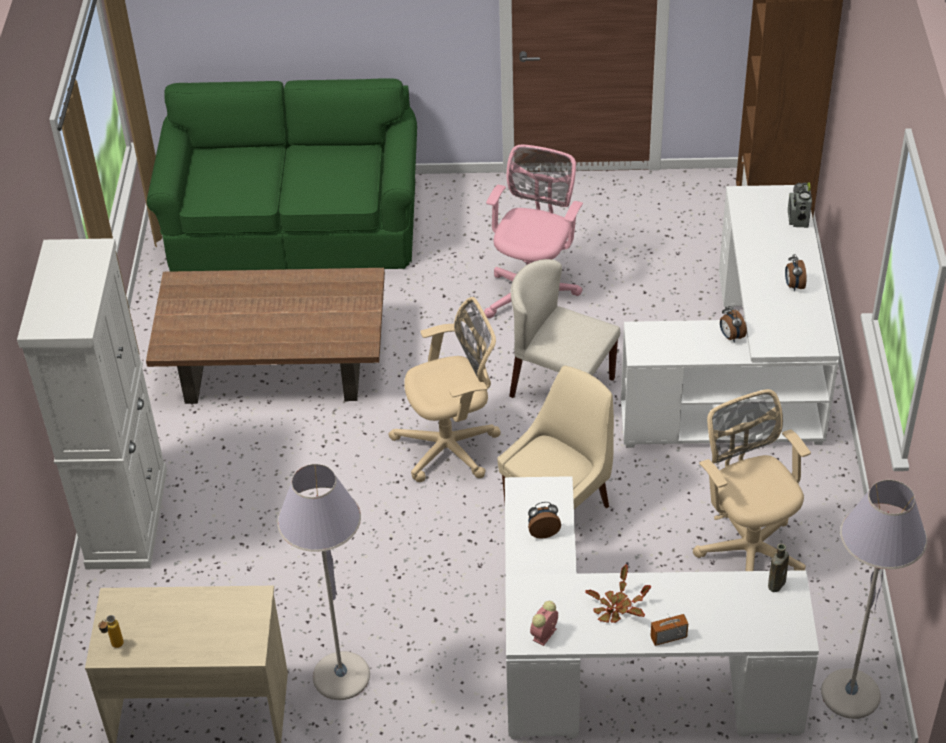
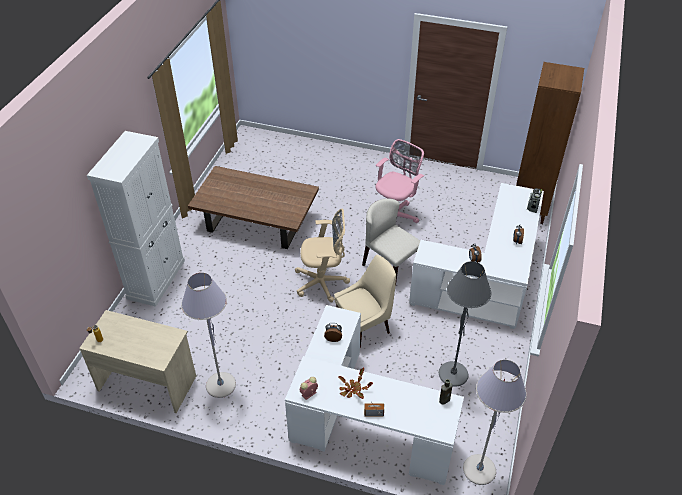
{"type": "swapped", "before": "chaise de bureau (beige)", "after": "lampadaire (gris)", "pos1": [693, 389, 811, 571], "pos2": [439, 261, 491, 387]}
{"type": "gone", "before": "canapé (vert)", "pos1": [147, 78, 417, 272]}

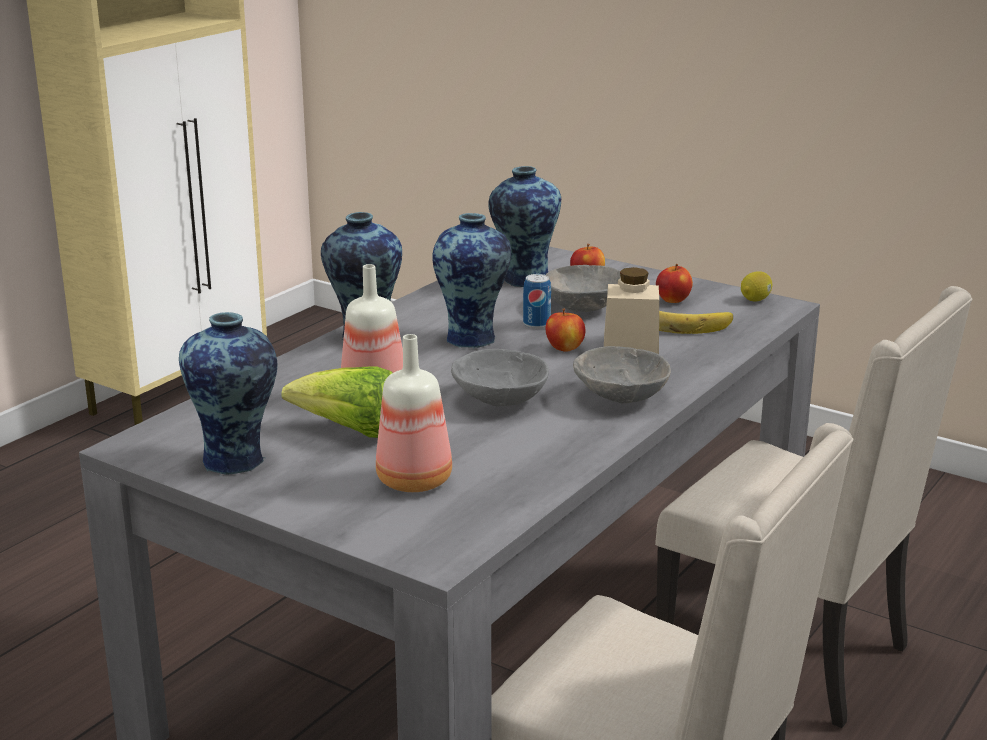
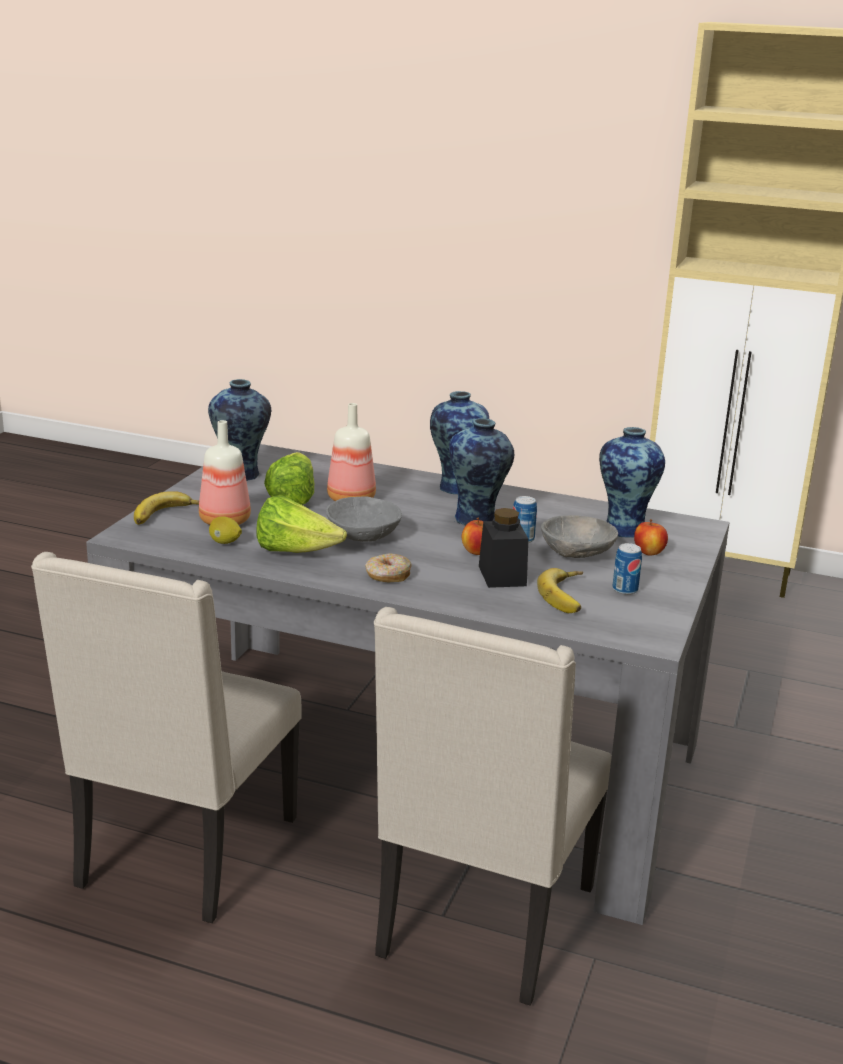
{"type": "new", "after": "banane", "pos2": [134, 491, 199, 525]}
{"type": "shifted", "before": "citron", "pos1": [741, 271, 772, 302], "pos2": [209, 516, 242, 544]}
{"type": "new", "after": "laitue", "pos2": [256, 496, 347, 553]}
{"type": "swapped", "before": "bol (gris)", "after": "beignet", "pos1": [573, 346, 671, 403], "pos2": [365, 553, 411, 582]}
{"type": "repainted", "before": "bocal (beige)", "after": "bocal (noir)", "pos1": [604, 267, 659, 354], "pos2": [479, 508, 528, 588]}
{"type": "swapped", "before": "pomme", "after": "boîte métallique", "pos1": [656, 264, 693, 303], "pos2": [612, 543, 642, 595]}

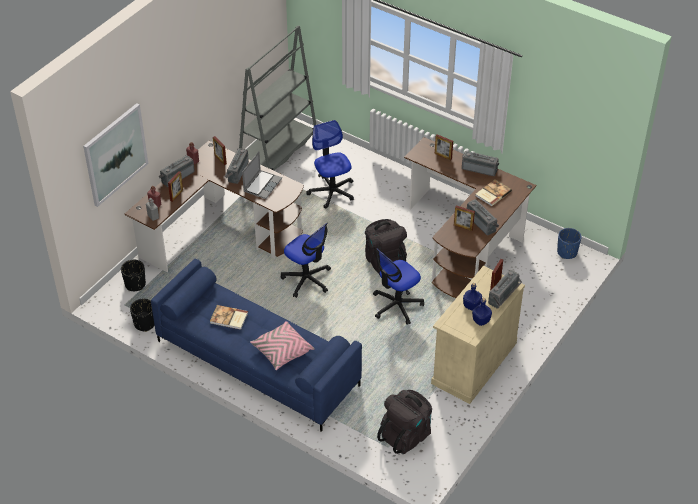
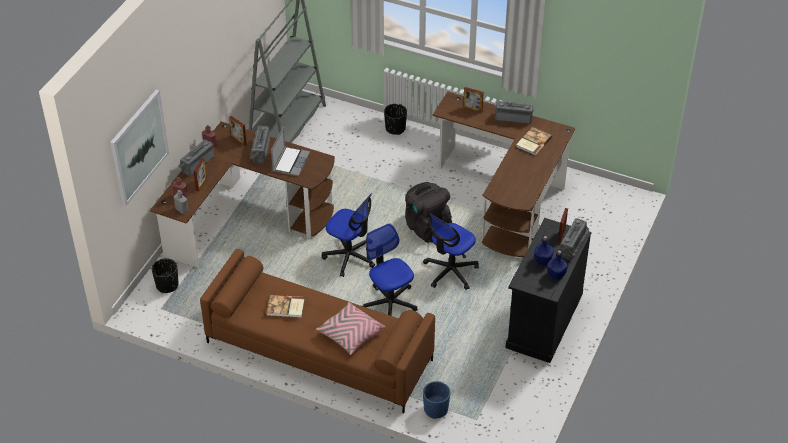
{"type": "repainted", "before": "canapé (bleu)", "after": "canapé (marron)", "pos1": [151, 259, 362, 432], "pos2": [200, 249, 435, 413]}
{"type": "shifted", "before": "chaise de bureau", "pos1": [306, 120, 354, 209], "pos2": [363, 224, 418, 316]}
{"type": "shifted", "before": "cache-pot (noir)", "pos1": [130, 299, 155, 332], "pos2": [384, 104, 407, 135]}
{"type": "shifted", "before": "cache-pot (bleu)", "pos1": [557, 228, 582, 259], "pos2": [423, 381, 450, 418]}
{"type": "repainted", "before": "meuble de rangement (beige)", "after": "meuble de rangement (noir)", "pos1": [431, 266, 525, 404], "pos2": [505, 218, 592, 363]}
{"type": "gone", "before": "sac à dos (noir)", "pos1": [377, 390, 432, 454]}
{"type": "gone", "before": "cadre photo", "pos1": [454, 206, 475, 231]}
{"type": "gone", "before": "radio", "pos1": [467, 199, 499, 235]}

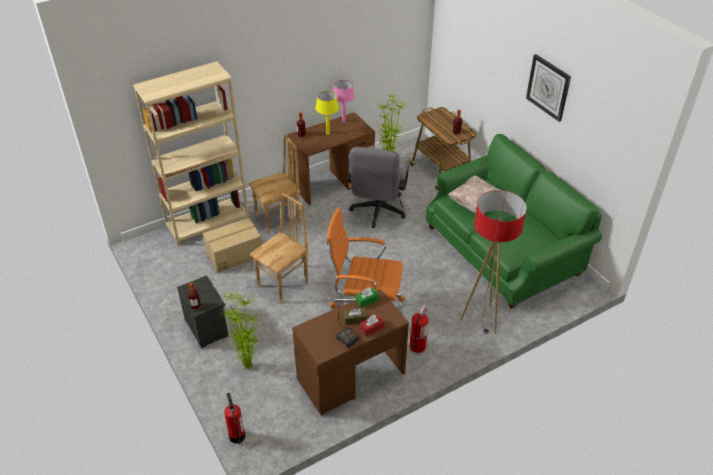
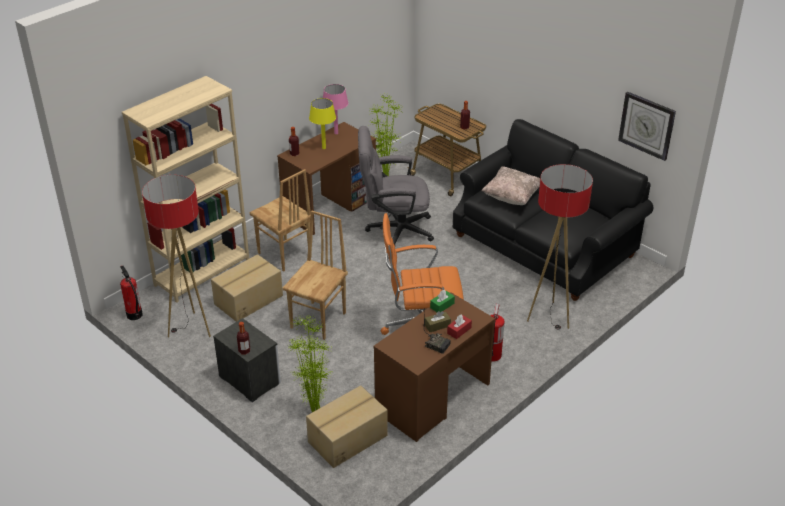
{"type": "shifted", "before": "extincteur", "pos1": [224, 393, 245, 445], "pos2": [120, 266, 143, 320]}
{"type": "new", "after": "lampadaire", "pos2": [142, 175, 211, 338]}
{"type": "rotated", "before": "chaise (marron)", "pos1": [249, 134, 300, 234], "pos2": [250, 169, 311, 272], "turn": 90}
{"type": "new", "after": "carton", "pos2": [306, 385, 388, 468]}
{"type": "rotated", "before": "chaise de bureau (gris)", "pos1": [347, 147, 409, 228], "pos2": [358, 126, 434, 245], "turn": 90}
{"type": "repainted", "before": "canapé (vert)", "after": "canapé (noir)", "pos1": [426, 134, 602, 309], "pos2": [453, 119, 653, 301]}
{"type": "shifted", "before": "horloge murale", "pos1": [526, 54, 571, 122], "pos2": [618, 92, 676, 161]}

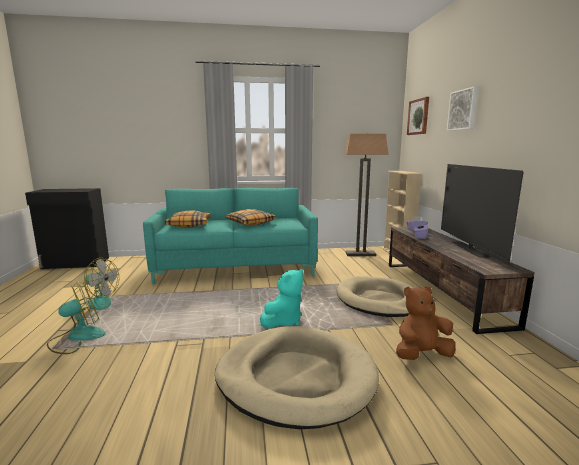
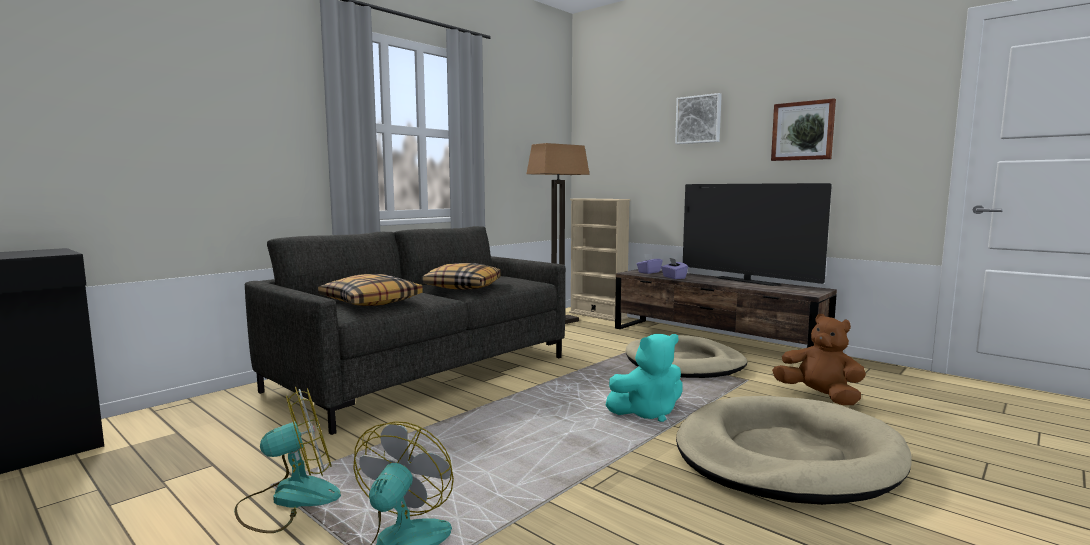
{"type": "repainted", "before": "canapé (turquoise)", "after": "canapé (gris)", "pos1": [143, 188, 318, 284], "pos2": [245, 226, 566, 435]}
{"type": "rotated", "before": "peluche (turquoise)", "pos1": [260, 269, 303, 328], "pos2": [606, 334, 683, 422], "turn": 75}
{"type": "shifted", "before": "tableau", "pos1": [407, 97, 429, 135], "pos2": [771, 98, 836, 161]}
{"type": "rotated", "before": "peluche (marron)", "pos1": [396, 286, 455, 360], "pos2": [772, 314, 866, 405], "turn": 105}

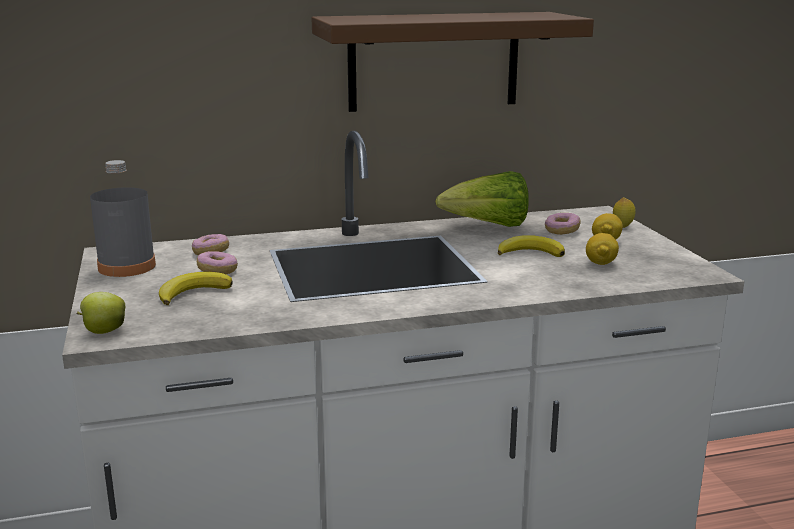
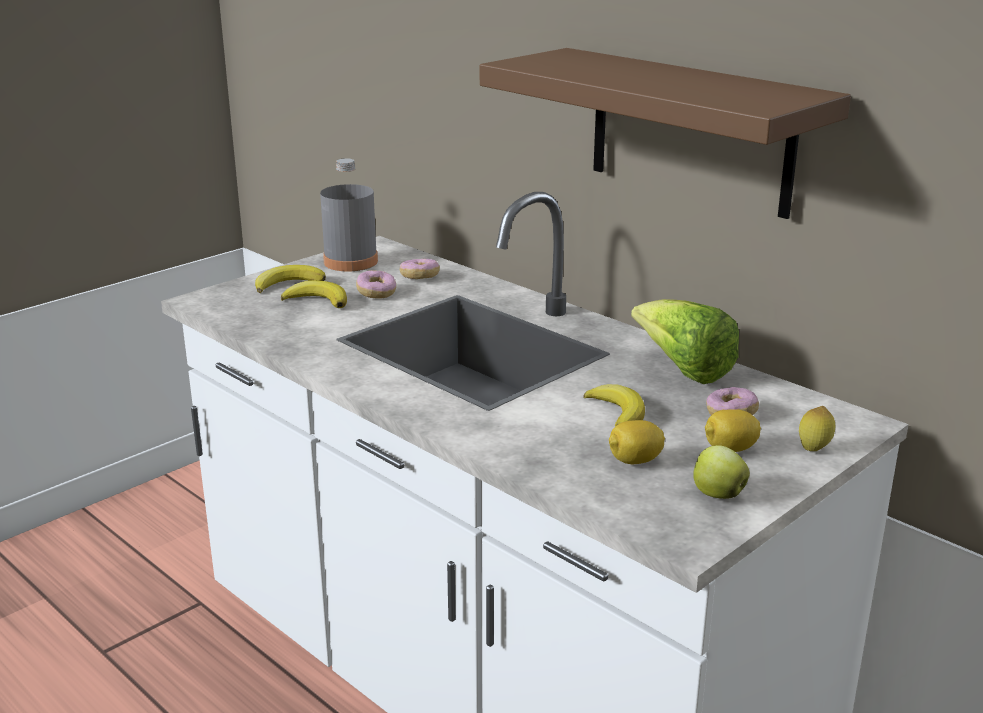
{"type": "new", "after": "banane", "pos2": [255, 265, 326, 293]}
{"type": "shifted", "before": "pomme", "pos1": [76, 292, 125, 334], "pos2": [693, 445, 750, 499]}

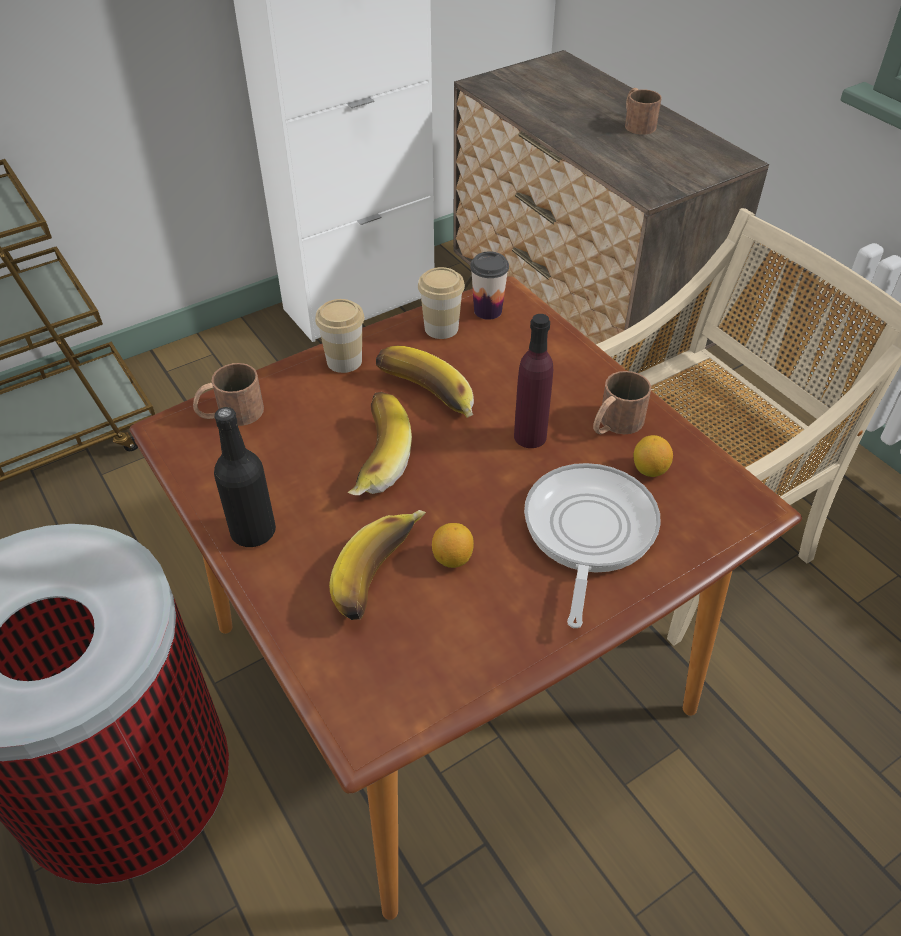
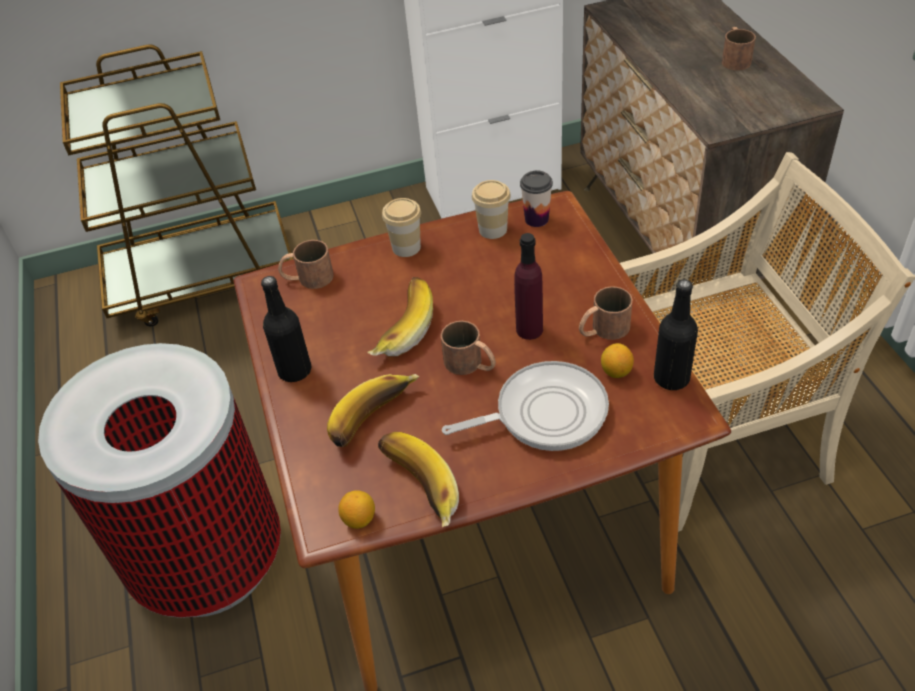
{"type": "shifted", "before": "citron", "pos1": [432, 523, 474, 568], "pos2": [338, 490, 375, 529]}
{"type": "shifted", "before": "banane", "pos1": [376, 346, 474, 418], "pos2": [378, 432, 459, 527]}
{"type": "new", "after": "mug (marron)", "pos2": [441, 321, 496, 375]}
{"type": "rotated", "before": "poêle", "pos1": [524, 463, 661, 628], "pos2": [442, 361, 609, 451], "turn": 45}
{"type": "new", "after": "bouteille (noir)", "pos2": [654, 279, 698, 390]}

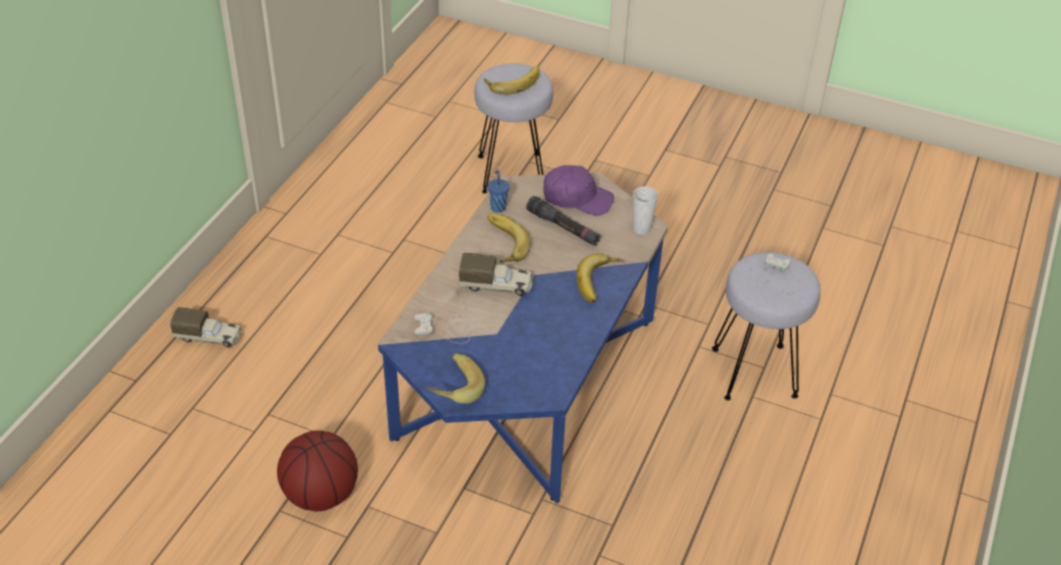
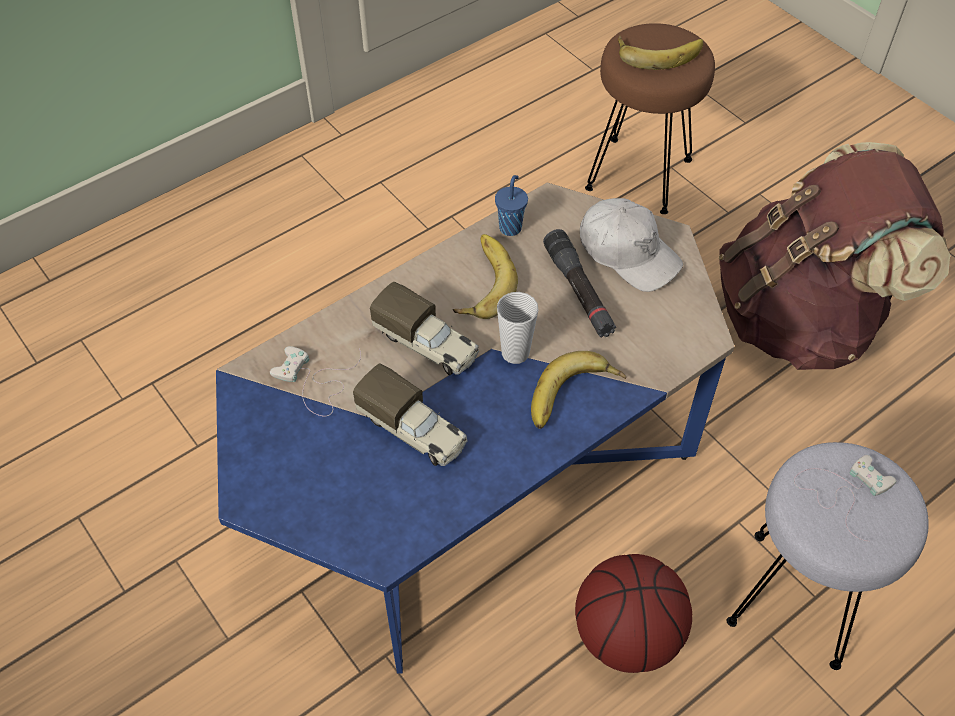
{"type": "shifted", "before": "camion jouet", "pos1": [170, 308, 241, 348], "pos2": [353, 364, 468, 466]}
{"type": "shifted", "before": "tasse", "pos1": [633, 186, 658, 235], "pos2": [497, 292, 538, 364]}
{"type": "shifted", "before": "ballon de basket", "pos1": [277, 430, 358, 511], "pos2": [575, 554, 692, 673]}
{"type": "repainted", "before": "casquette (violet)", "after": "casquette (blanc)", "pos1": [543, 165, 614, 216], "pos2": [580, 198, 683, 292]}
{"type": "repainted", "before": "tabouret (gris)", "after": "tabouret (marron)", "pos1": [474, 63, 553, 194], "pos2": [585, 23, 715, 214]}
{"type": "new", "after": "sac à dos (marron)", "pos2": [719, 142, 950, 370]}
{"type": "gone", "before": "banane", "pos1": [426, 353, 485, 404]}

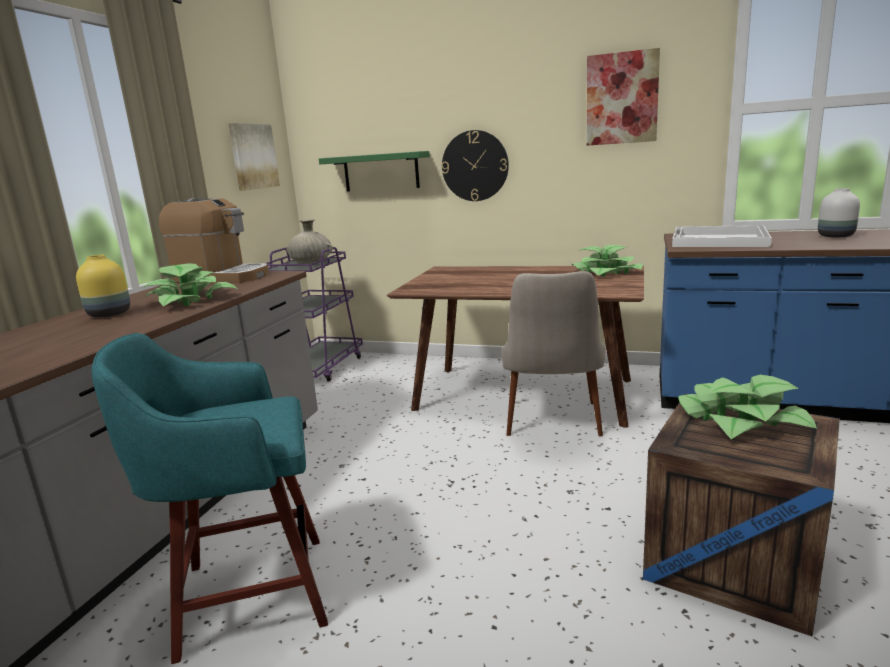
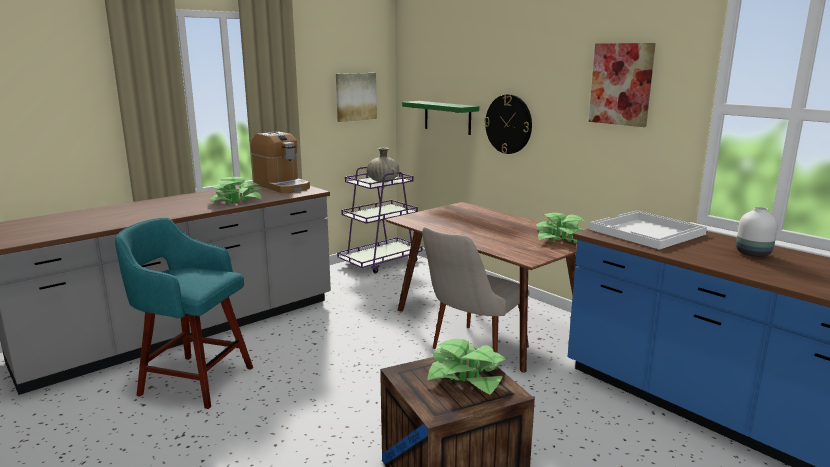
{"type": "gone", "before": "vase (jaune)", "pos1": [76, 255, 130, 317]}

